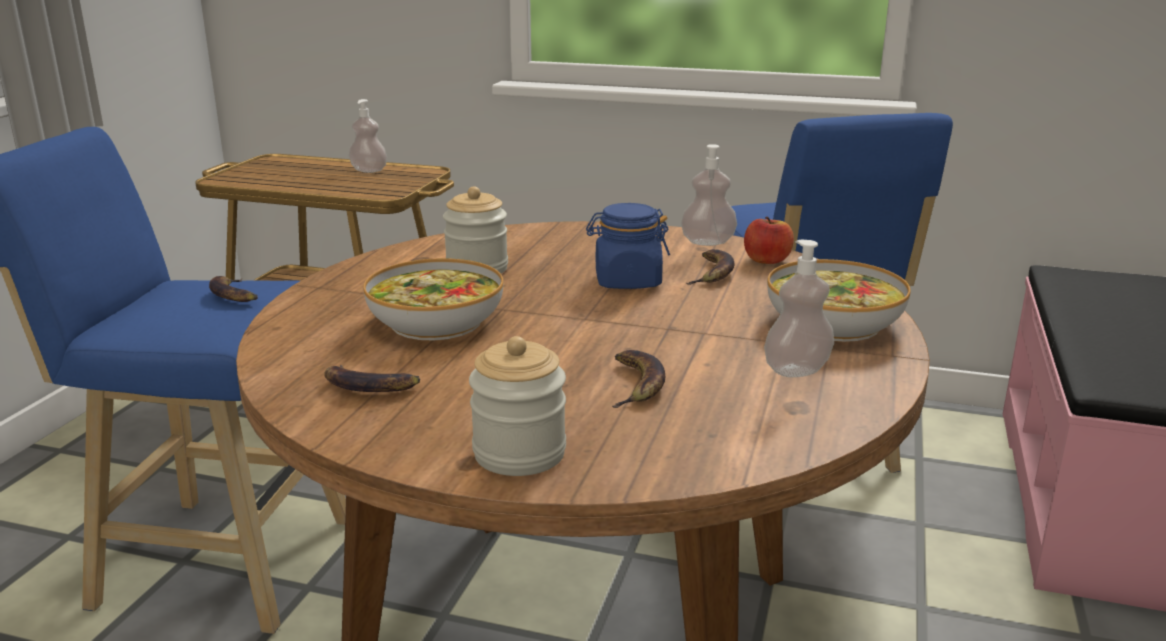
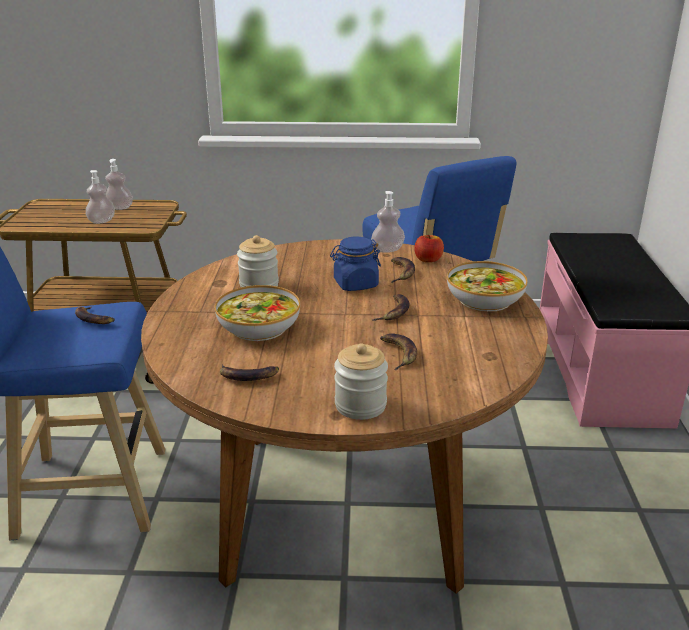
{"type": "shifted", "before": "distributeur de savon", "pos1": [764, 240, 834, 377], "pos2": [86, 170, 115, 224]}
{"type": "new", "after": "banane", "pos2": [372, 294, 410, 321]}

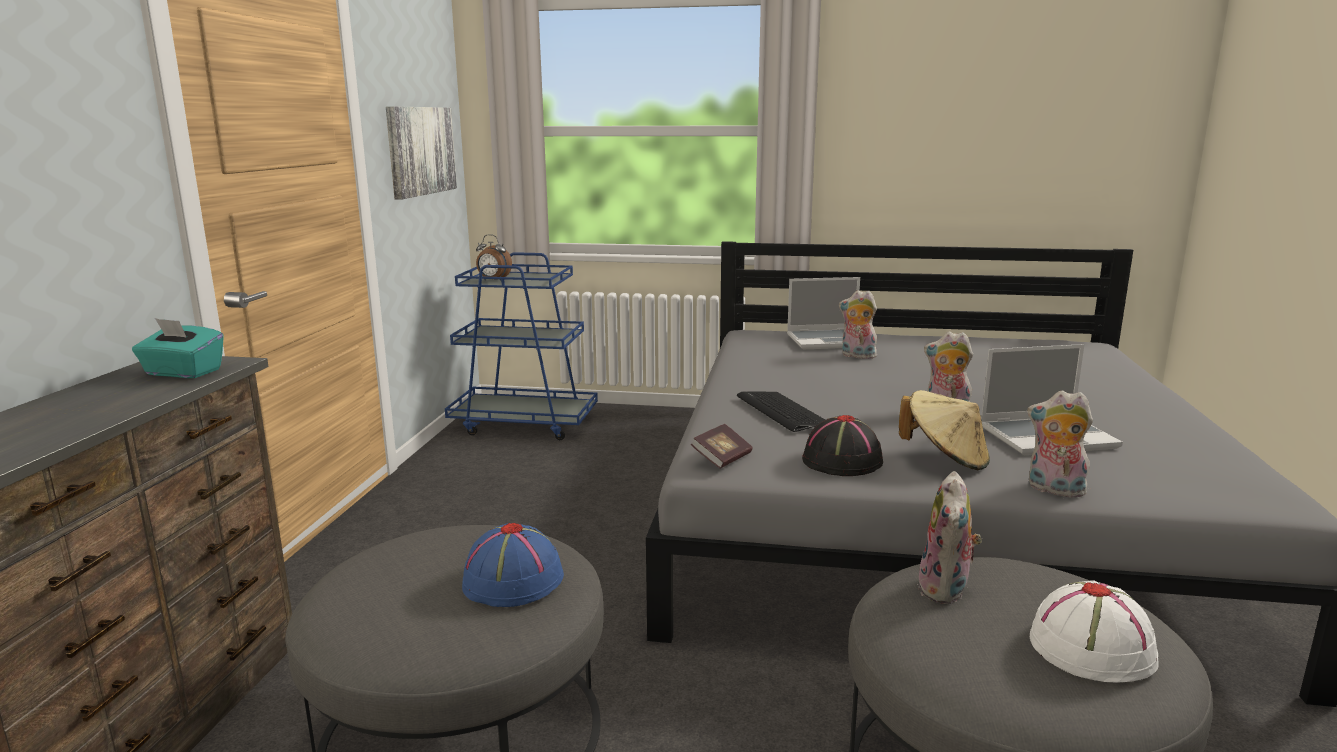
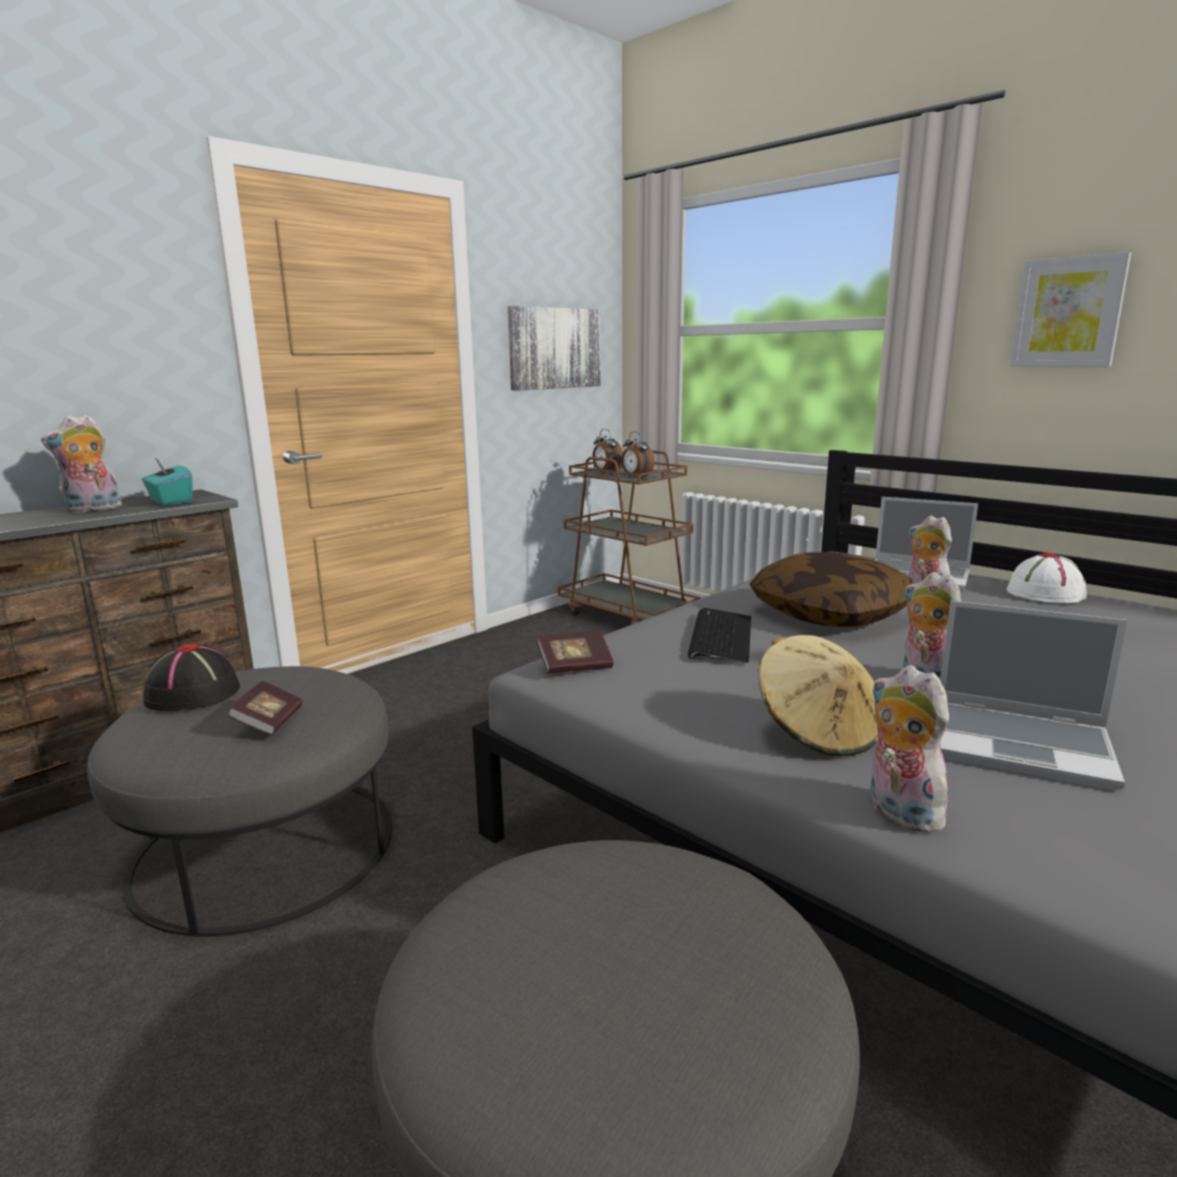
{"type": "shifted", "before": "peluche", "pos1": [917, 471, 982, 604], "pos2": [41, 414, 122, 513]}
{"type": "shifted", "before": "chapeau (noir)", "pos1": [802, 415, 883, 476], "pos2": [143, 644, 240, 711]}
{"type": "swapped", "before": "chapeau (bleu)", "after": "livre", "pos1": [462, 523, 564, 607], "pos2": [227, 681, 303, 735]}
{"type": "repainted", "before": "chariot (bleu)", "after": "chariot (marron)", "pos1": [445, 252, 598, 440], "pos2": [558, 450, 701, 624]}
{"type": "new", "after": "réveil", "pos2": [621, 431, 655, 479]}
{"type": "new", "after": "coussin", "pos2": [749, 552, 915, 627]}
{"type": "shifted", "before": "chapeau (blanc)", "pos1": [1030, 580, 1158, 683], "pos2": [1007, 553, 1087, 603]}
{"type": "new", "after": "tableau", "pos2": [1010, 252, 1131, 366]}

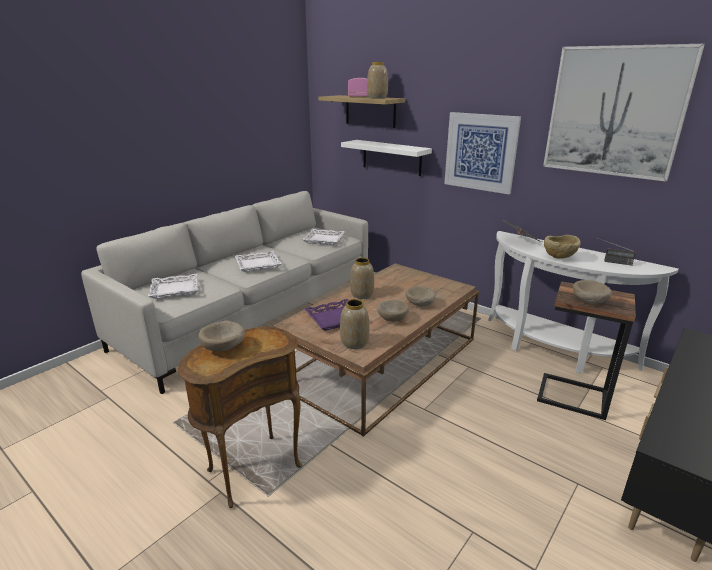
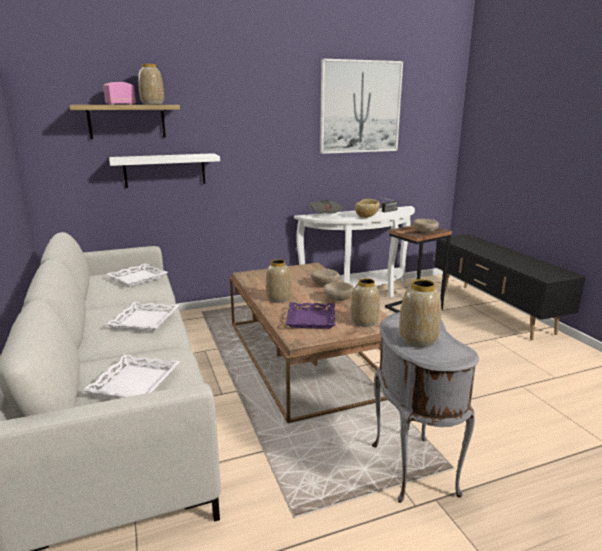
{"type": "repainted", "before": "table d'appoint (marron)", "after": "table d'appoint (gris)", "pos1": [178, 327, 302, 508], "pos2": [372, 312, 479, 503]}
{"type": "swapped", "before": "bol (beige)", "after": "vase", "pos1": [199, 320, 245, 351], "pos2": [399, 279, 441, 348]}
{"type": "gone", "before": "tableau", "pos1": [444, 112, 521, 194]}

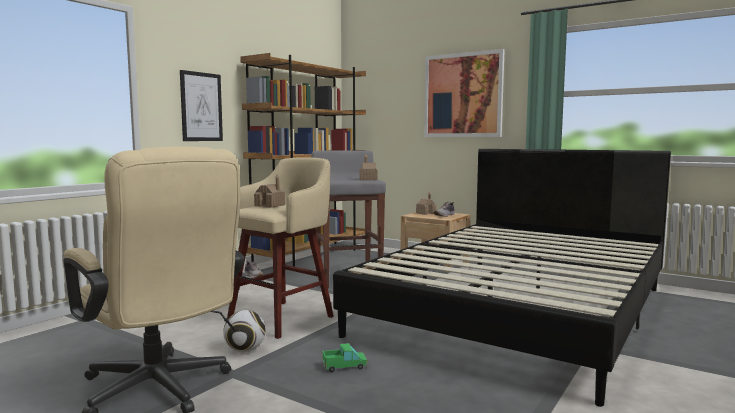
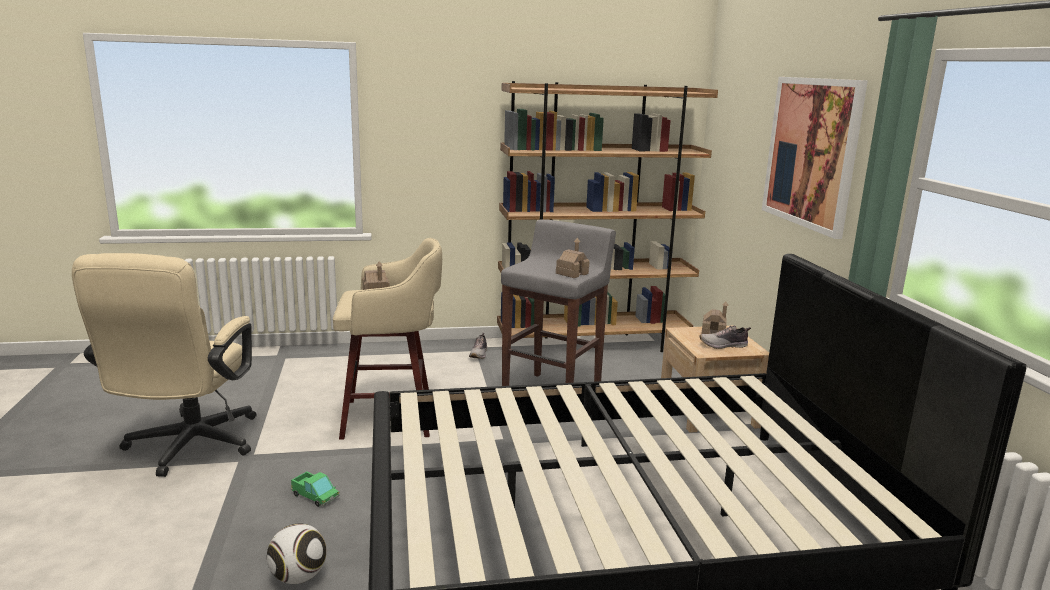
{"type": "shifted", "before": "ballon de foot", "pos1": [223, 310, 266, 352], "pos2": [267, 523, 327, 584]}
{"type": "gone", "before": "tableau", "pos1": [180, 70, 223, 141]}

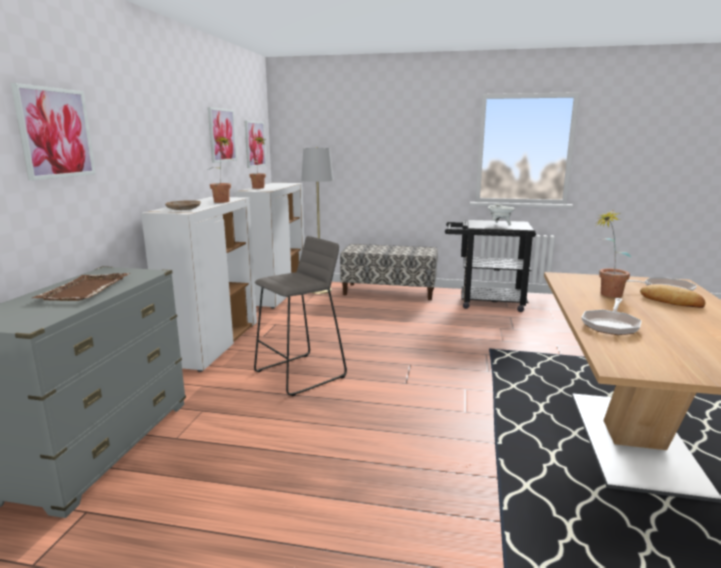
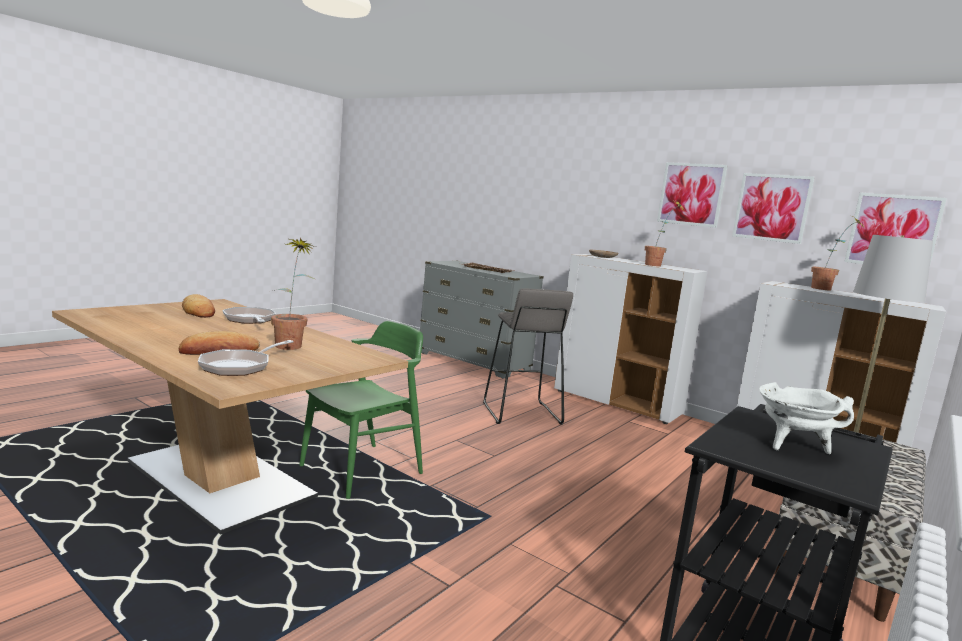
{"type": "new", "after": "pain", "pos2": [182, 294, 215, 318]}
{"type": "new", "after": "chaise (vert)", "pos2": [299, 321, 423, 499]}
{"type": "shifted", "before": "tableau", "pos1": [11, 83, 96, 181], "pos2": [657, 162, 728, 228]}

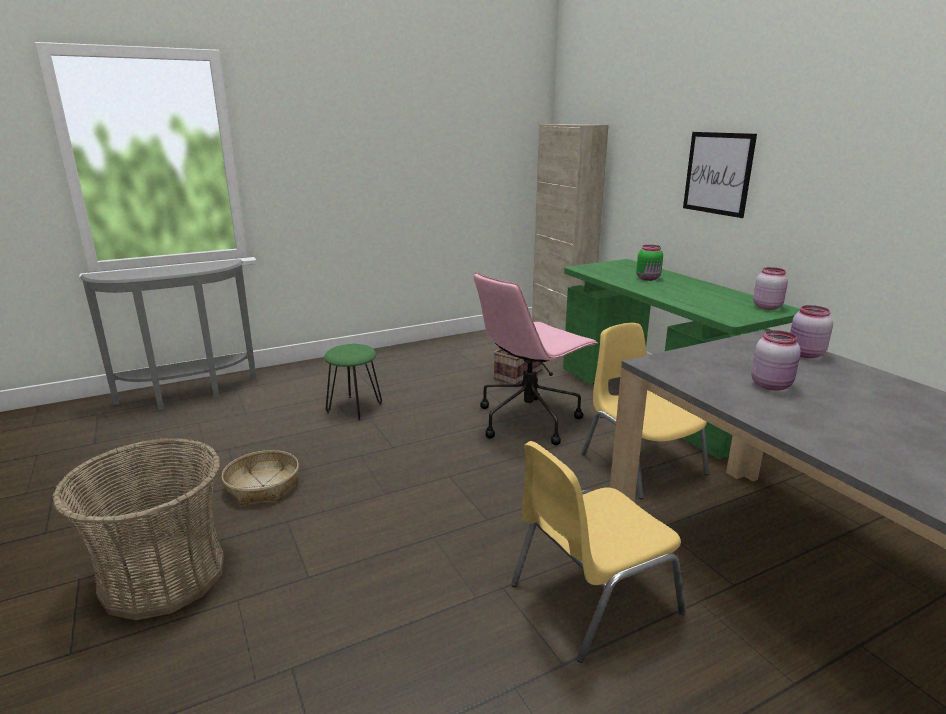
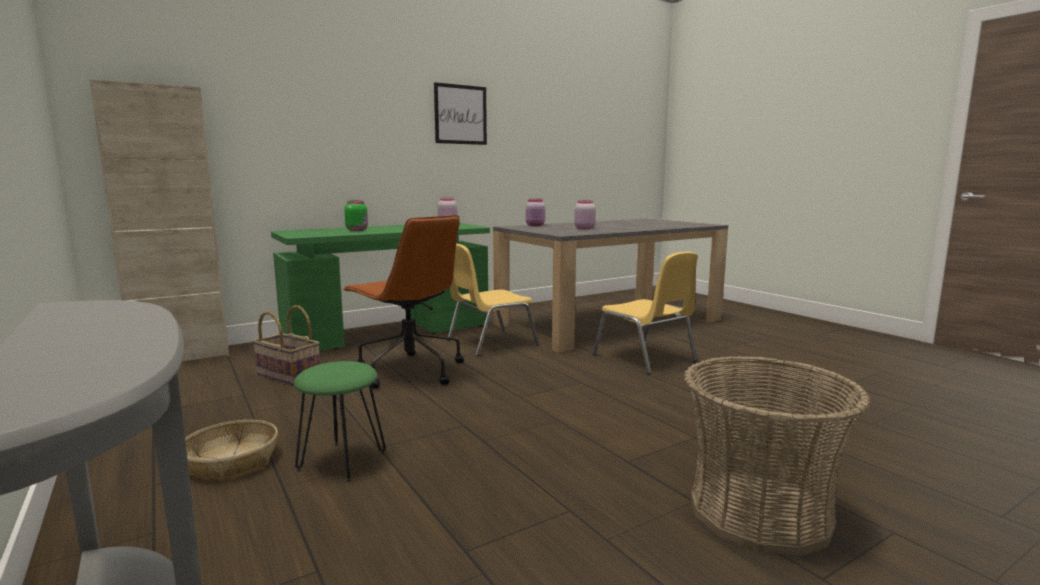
{"type": "shifted", "before": "panier", "pos1": [221, 450, 299, 505], "pos2": [185, 420, 278, 482]}
{"type": "repainted", "before": "chaise de bureau (rose)", "after": "chaise de bureau (marron)", "pos1": [474, 272, 598, 445], "pos2": [343, 215, 464, 389]}
{"type": "shifted", "before": "tableau", "pos1": [683, 132, 757, 218], "pos2": [434, 82, 487, 145]}

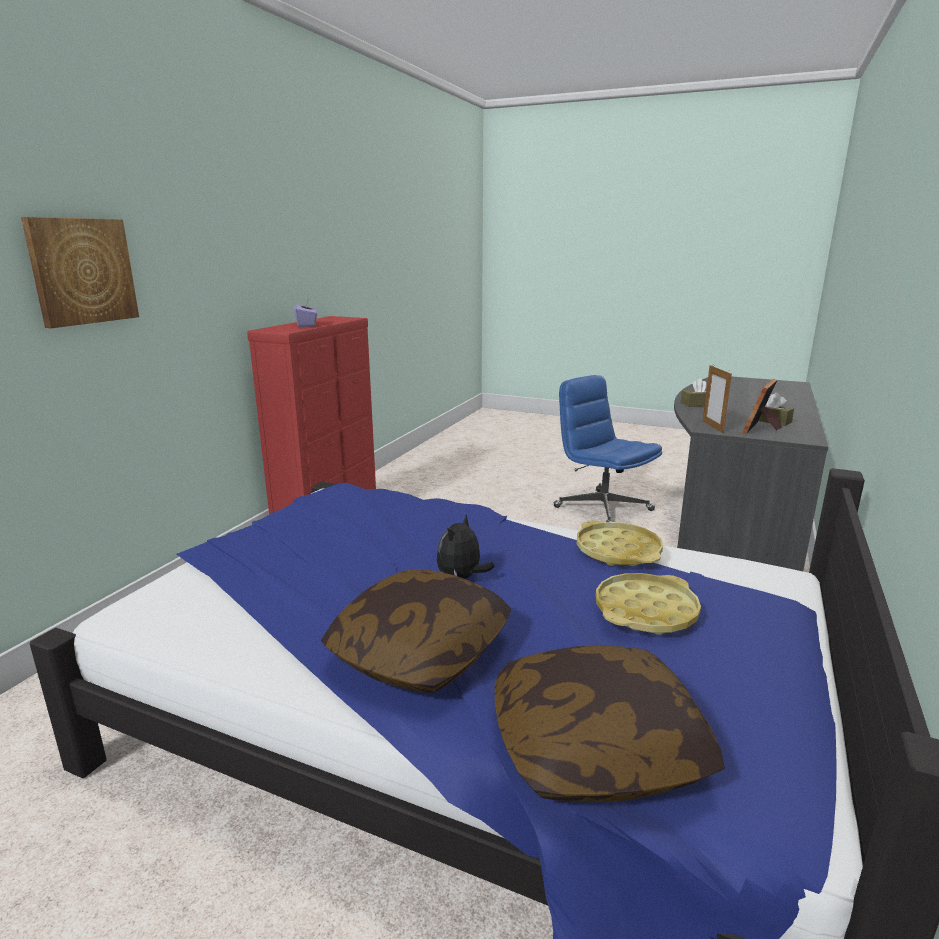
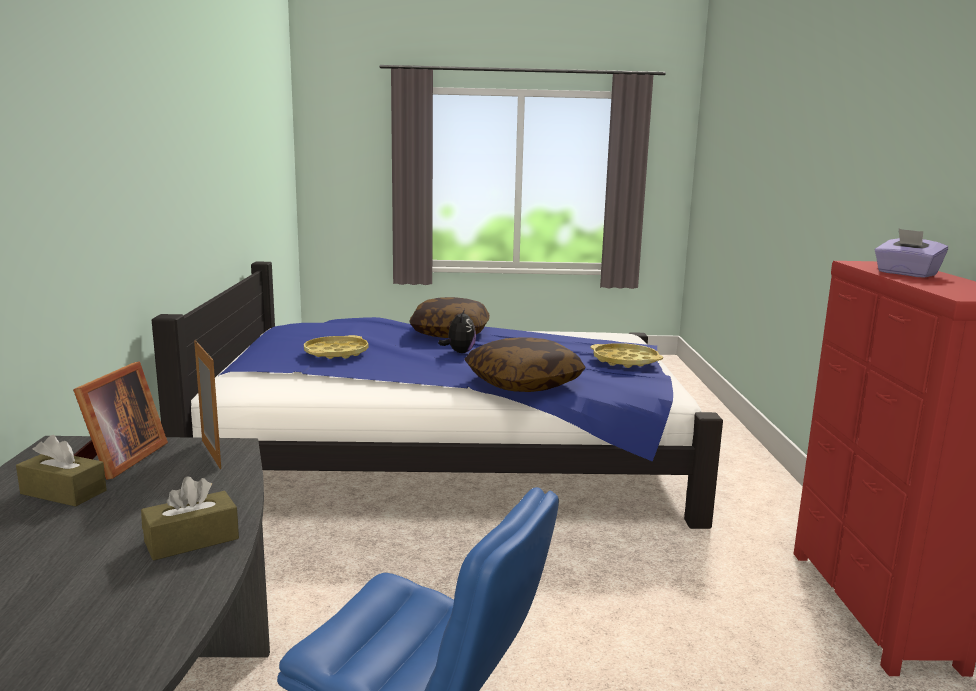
{"type": "shifted", "before": "coussin", "pos1": [494, 646, 725, 802], "pos2": [464, 337, 586, 392]}
{"type": "shifted", "before": "plateau (jaune)", "pos1": [577, 521, 663, 566], "pos2": [590, 343, 663, 368]}
{"type": "gone", "before": "tableau", "pos1": [21, 217, 139, 328]}

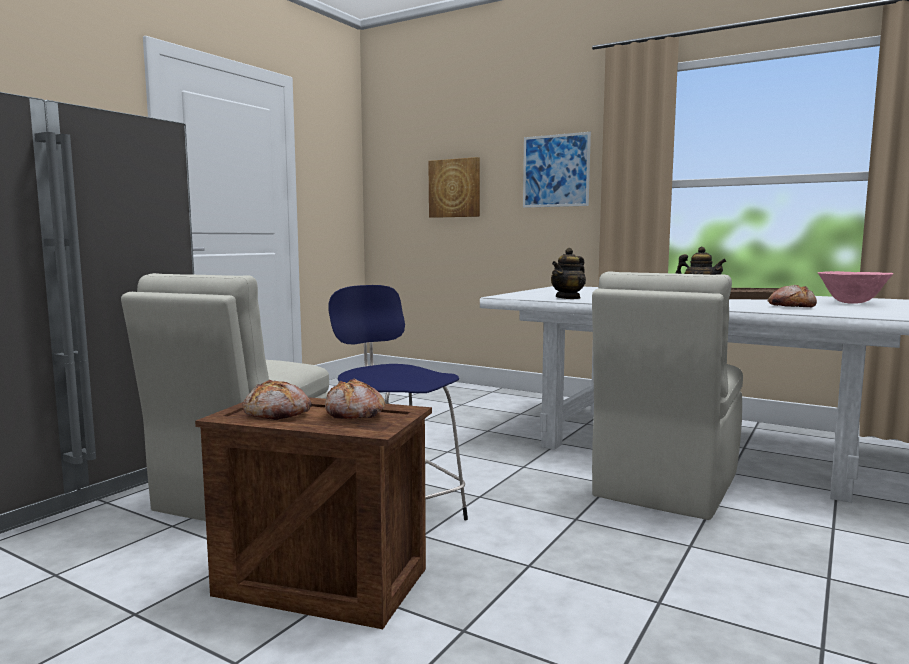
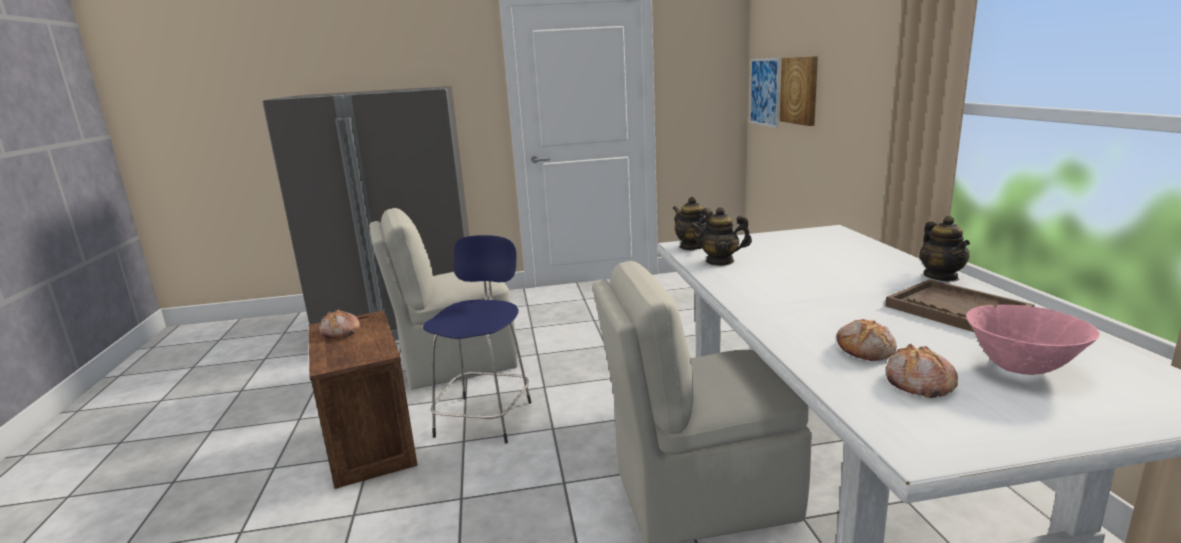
{"type": "new", "after": "théière", "pos2": [673, 196, 713, 250]}
{"type": "shifted", "before": "tableau", "pos1": [523, 132, 591, 208], "pos2": [749, 58, 781, 128]}
{"type": "shifted", "before": "pain", "pos1": [325, 379, 385, 419], "pos2": [886, 344, 958, 398]}

